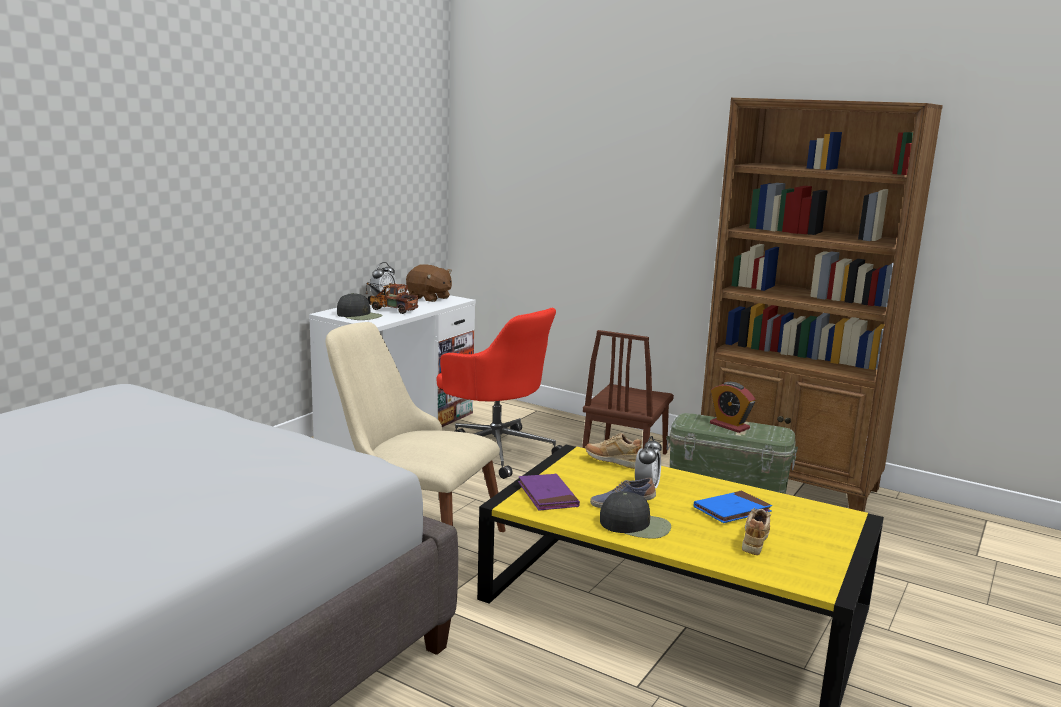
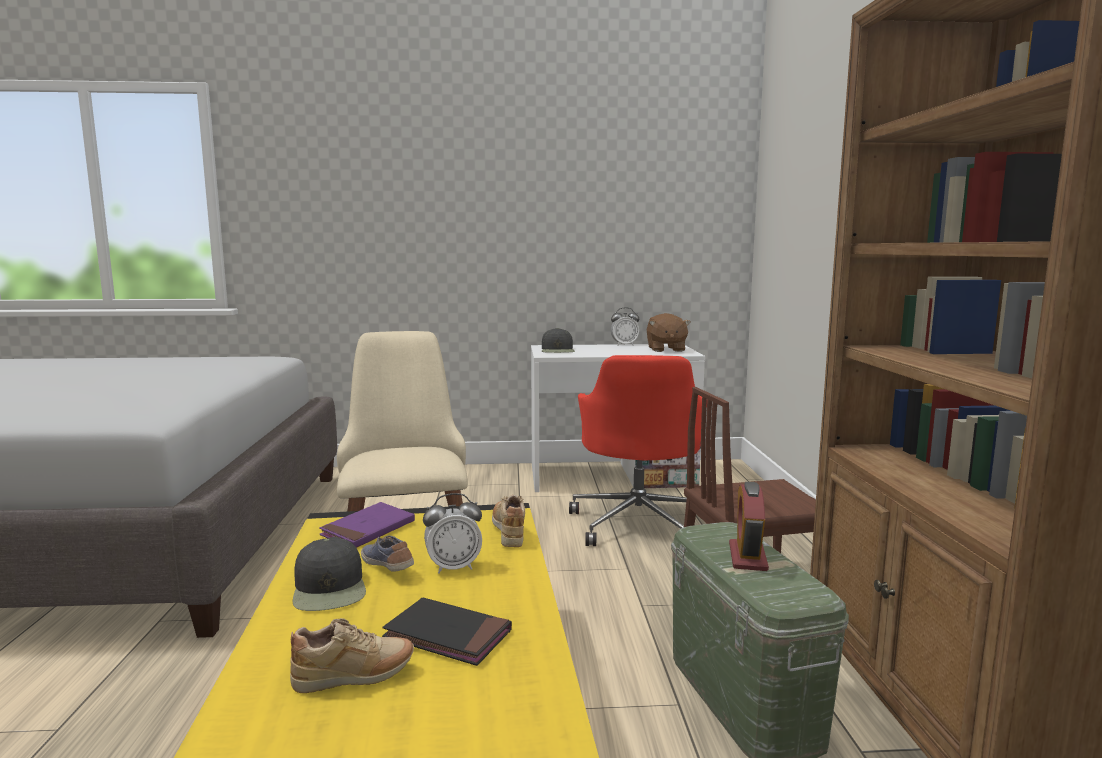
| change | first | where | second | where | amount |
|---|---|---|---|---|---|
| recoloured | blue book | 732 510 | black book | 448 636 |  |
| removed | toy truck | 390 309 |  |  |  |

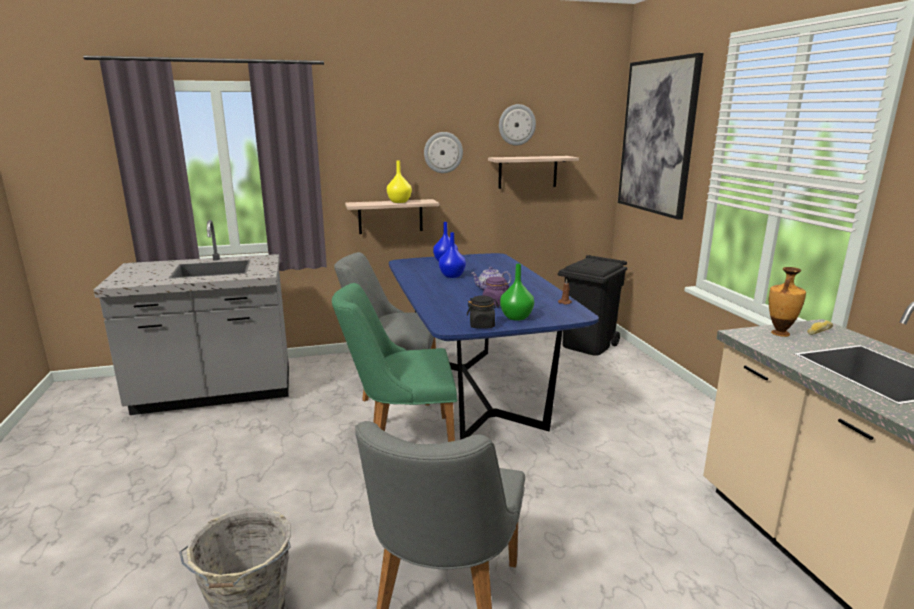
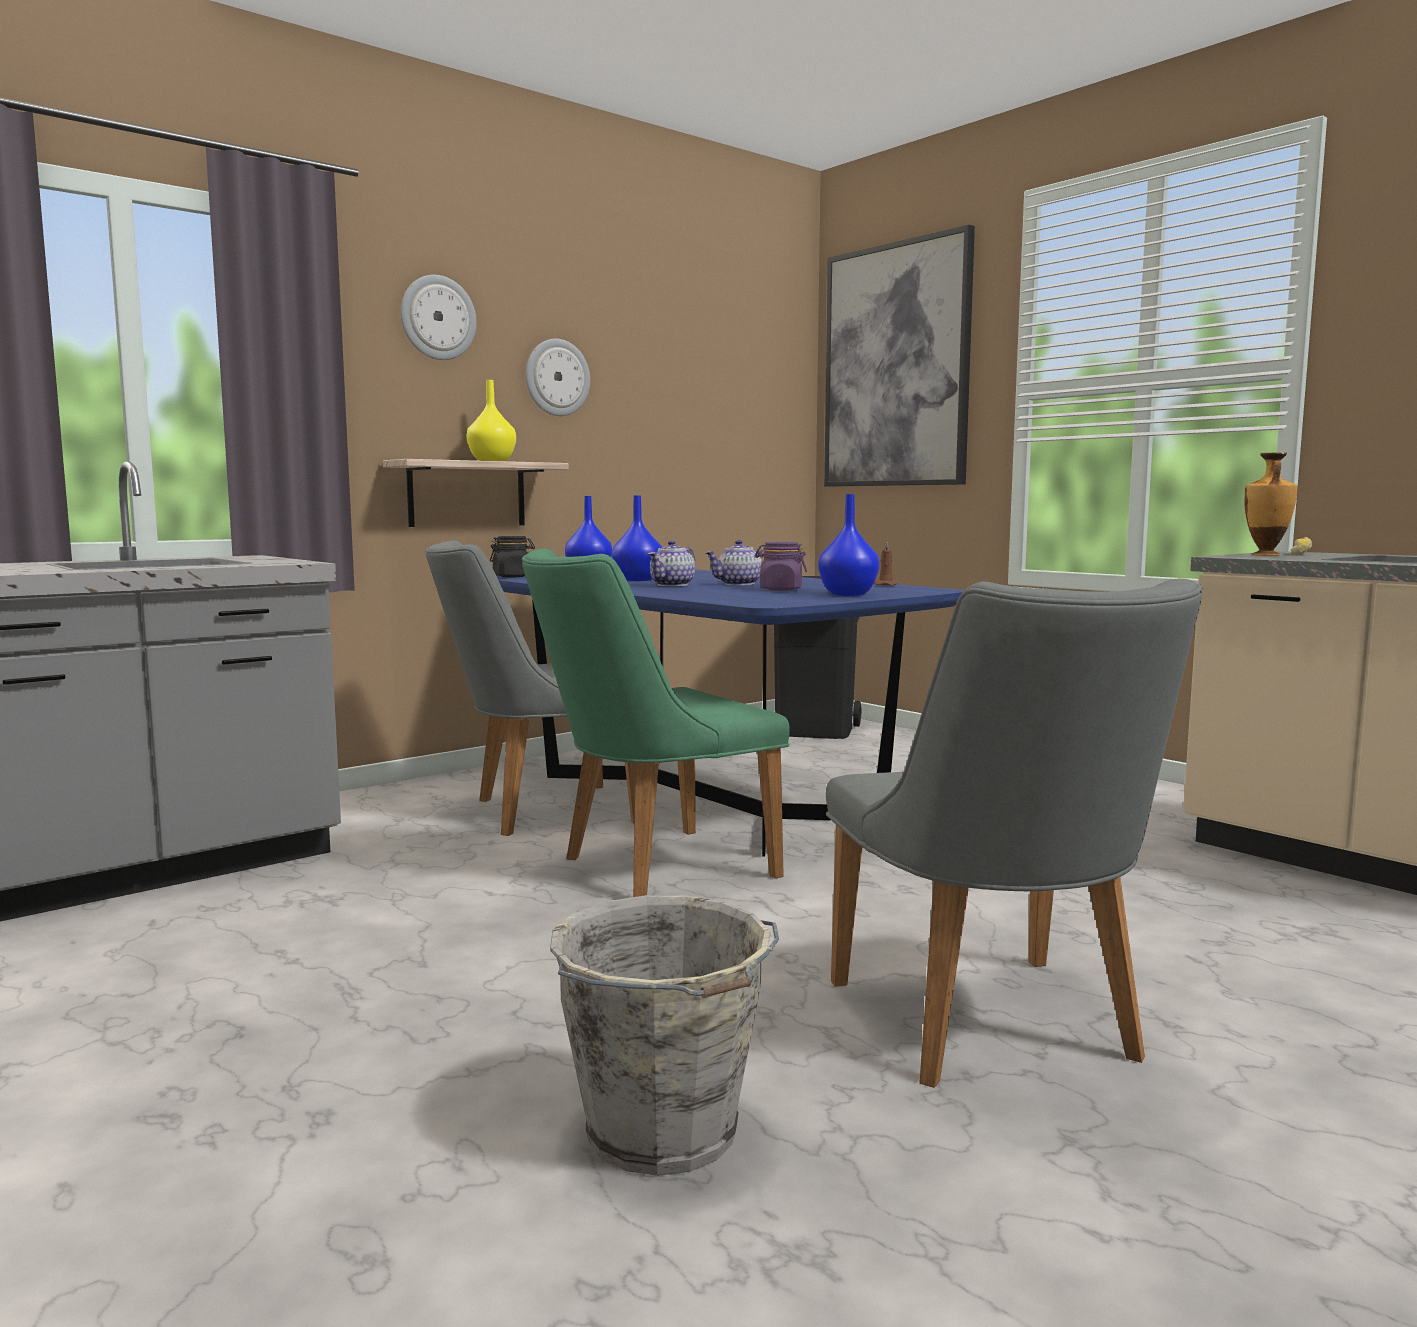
| change | first | where | second | where | amount |
|---|---|---|---|---|---|
| moved | wall clock | 516 125 |  | 438 318 |  |
| moved | black jar | 482 325 |  | 513 576 |  |
| added |  |  | teapot | 672 585 |  |
| recoloured | green vase | 515 317 | blue vase | 847 594 |  |
| removed | shelf | 527 172 |  |  |  |

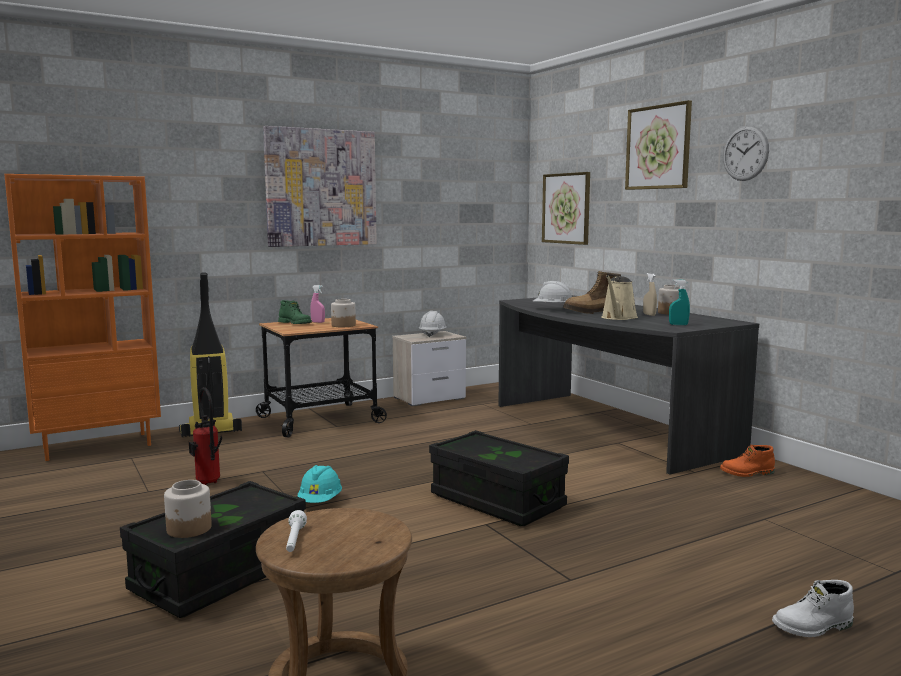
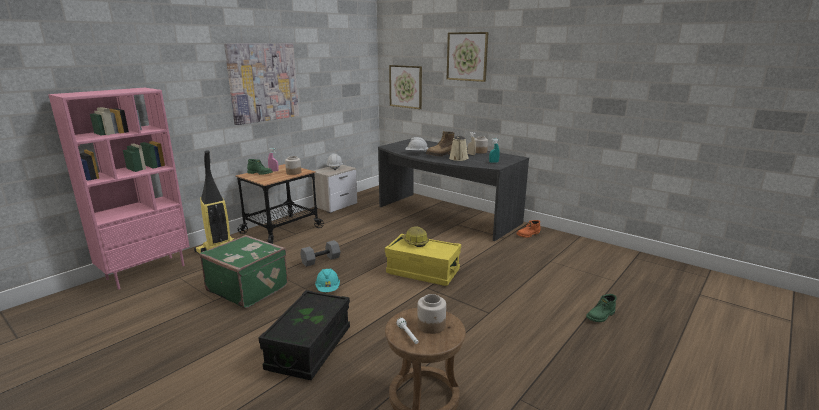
| change | first | where | second | where | amount |
|---|---|---|---|---|---|
| recoloured | orange bookcase | 98 446 | pink bookcase | 146 271 |  |
| replaced | fire extinguisher | 208 483 | green suitcase | 249 288 |  |
| added |  |  | grey dumbbell | 321 260 |  |
| recoloured | black storage box | 497 501 | yellow storage box | 423 272 |  |
| added |  |  | hard hat | 414 242 |  |
| moved | jar | 189 529 |  | 431 325 |  |
| recoloured | white boot | 813 627 | green boot | 601 316 |  |
| removed | wall clock | 745 153 |  |  |  |

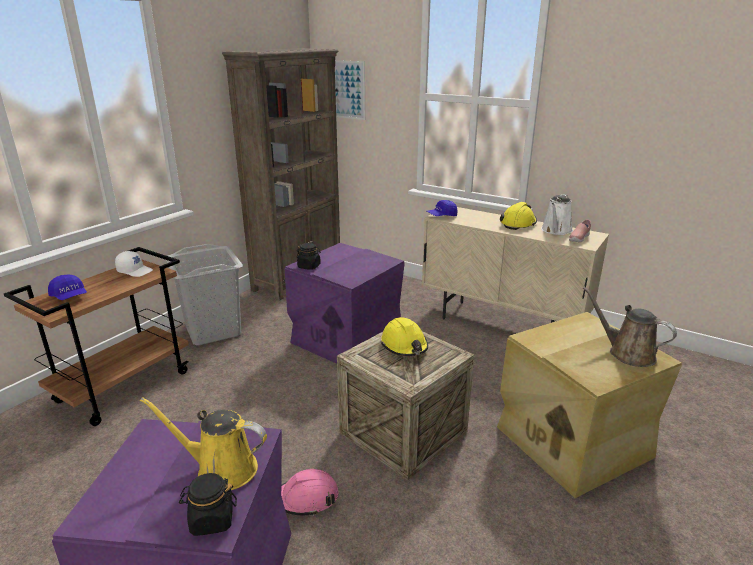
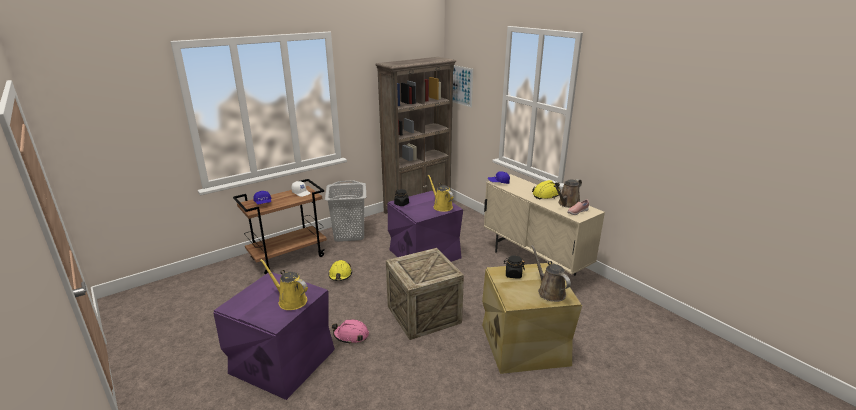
| change | first | where | second | where | amount |
|---|---|---|---|---|---|
| moved | yellow hard hat | 404 346 |  | 340 275 |  |
| added |  |  | yellow watering can | 441 206 |  |
| moved | black jar | 211 520 |  | 513 274 |  |
| recoloured | white watering can | 556 231 | brown watering can | 567 204 |  |

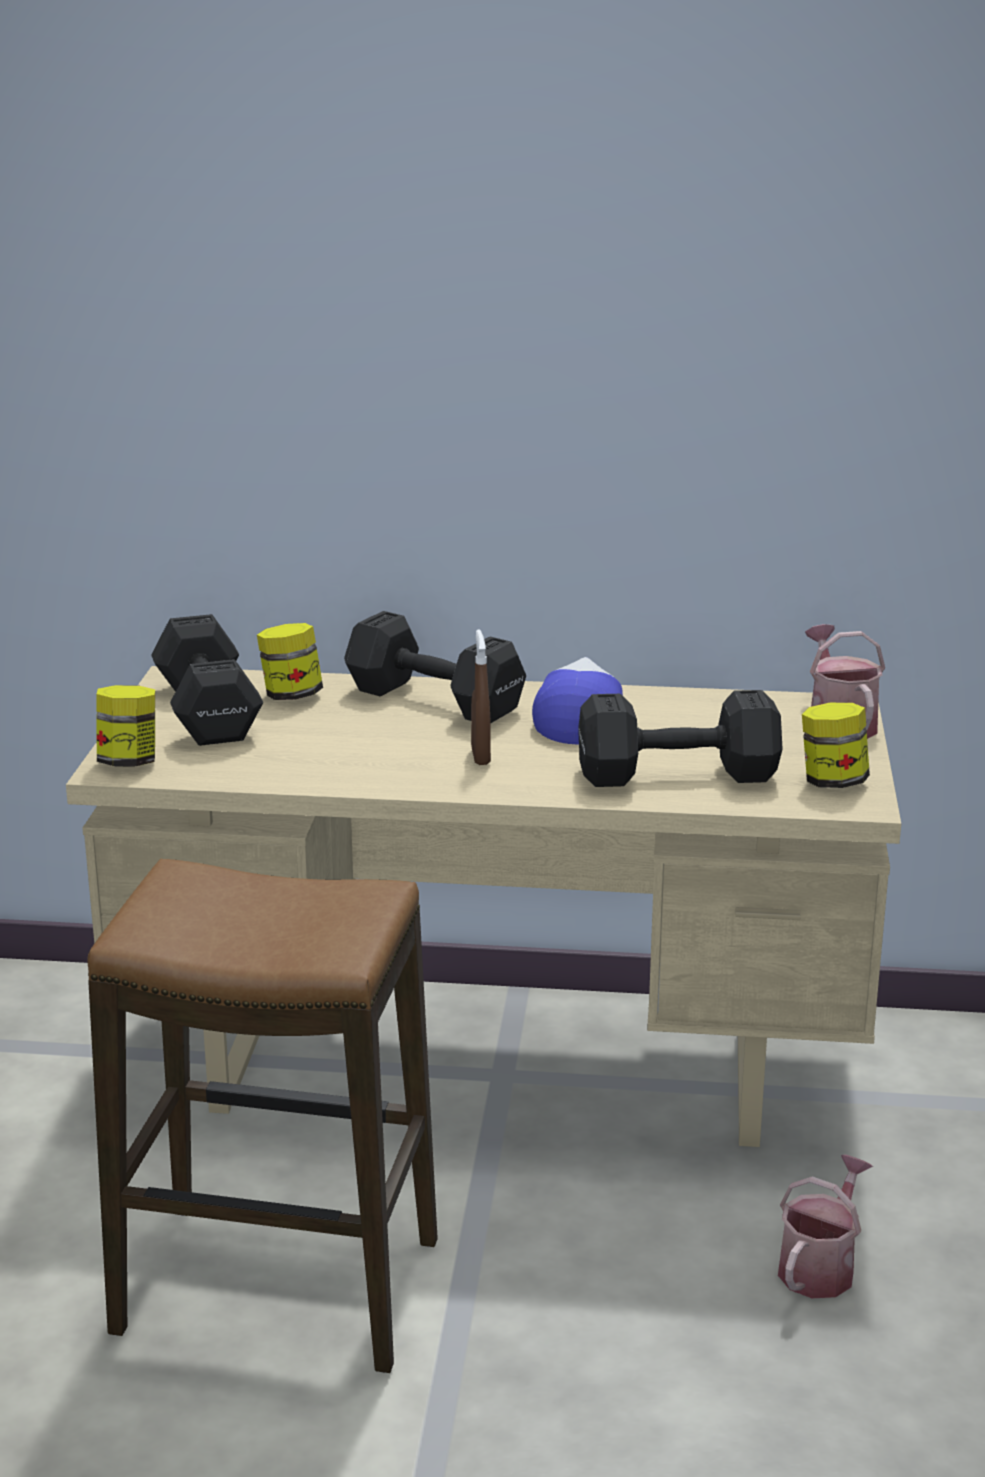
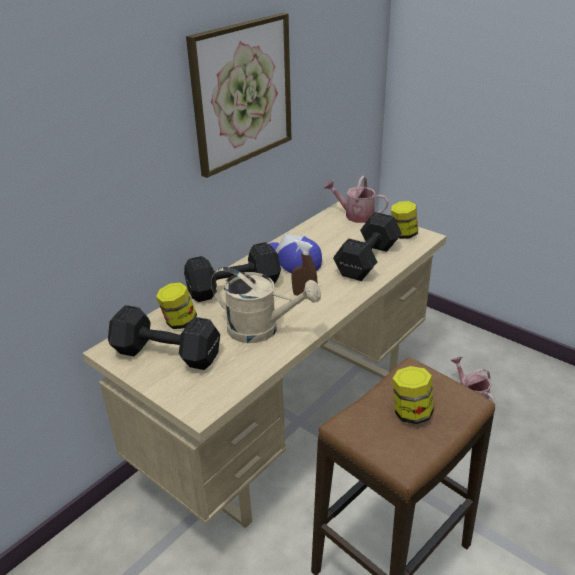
| change | first | where | second | where | amount |
|---|---|---|---|---|---|
| added |  |  | picture | 242 93 |  |
| added |  |  | beige watering can | 262 330 |  |
| moved | jar | 129 762 |  | 411 413 |  |

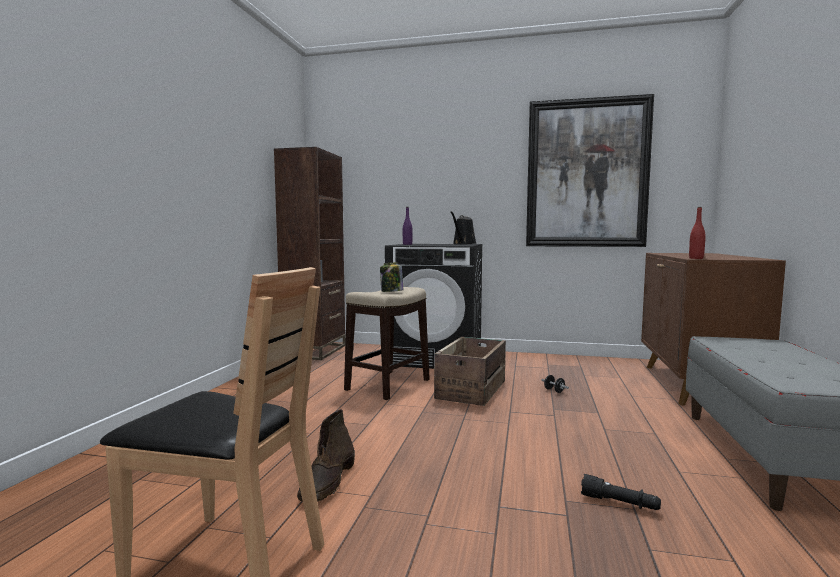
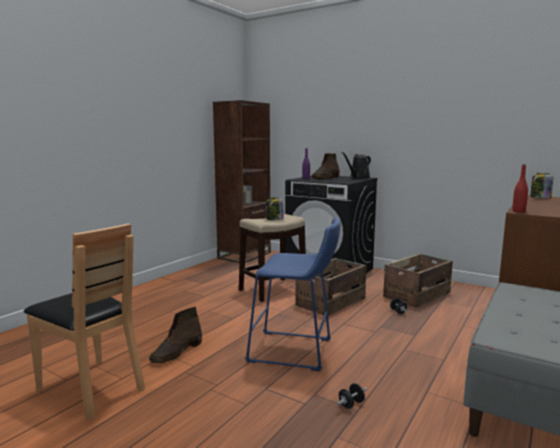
| change | first | where | second | where | amount |
|---|---|---|---|---|---|
| added |  |  | blue stool | 295 351 |  |
| added |  |  | brown boot | 325 178 |  |
| replaced | black flashlight | 619 503 | black dumbbell | 351 404 |  |
| added |  |  | crate | 418 295 |  |
| added |  |  | jar | 540 198 |  |
| removed | picture | 586 174 |  |  |  |

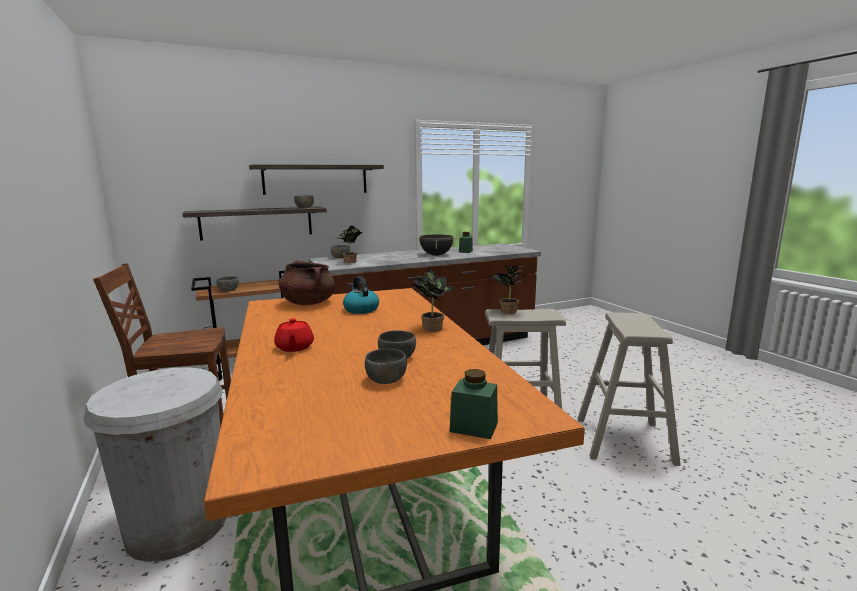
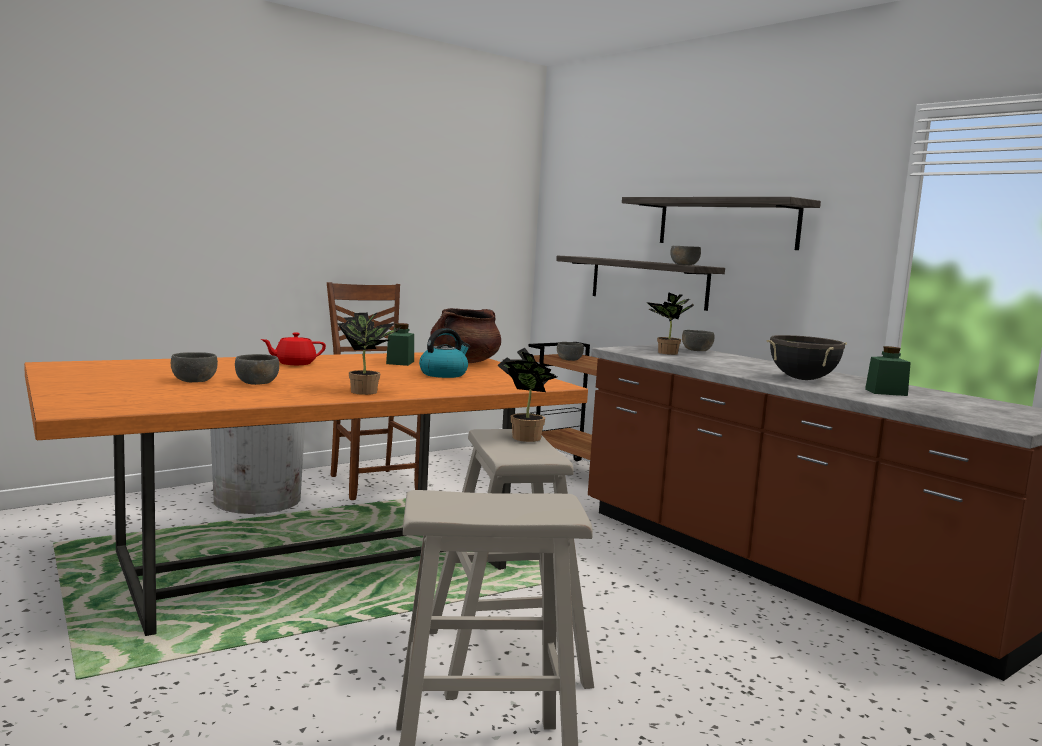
| change | first | where | second | where | amount |
|---|---|---|---|---|---|
| moved | green jar | 474 427 |  | 400 362 |  |

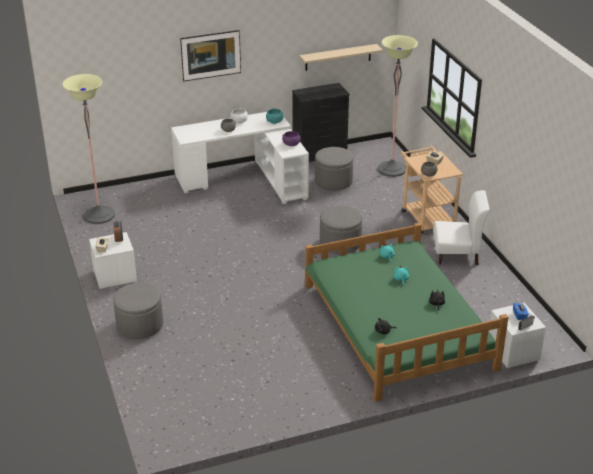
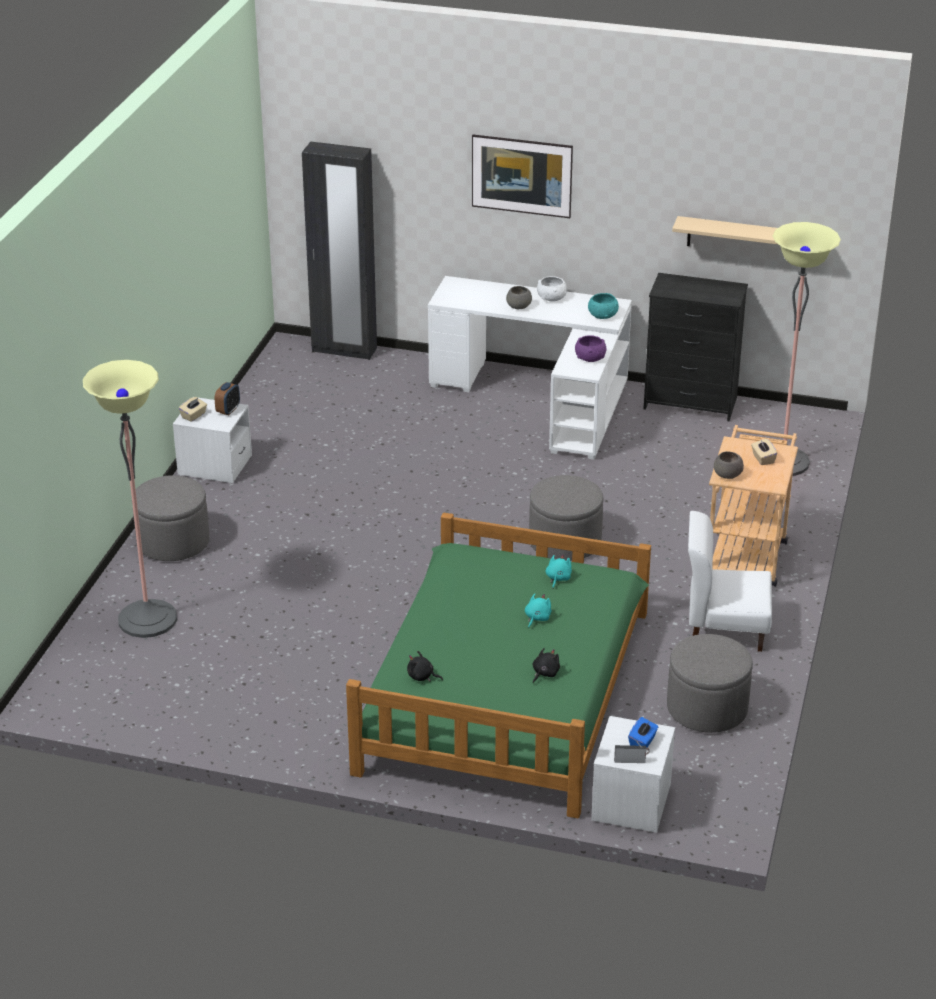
| change | first | where | second | where | amount |
|---|---|---|---|---|---|
| moved | floor lamp | 99 215 |  | 147 619 |  |
| added |  |  | black wardrobe | 344 350 |  |
| moved | grey ottoman | 333 182 |  | 707 708 |  |
| turned | white chair | 457 254 |  | 724 629 | 150 degrees clockwise |

